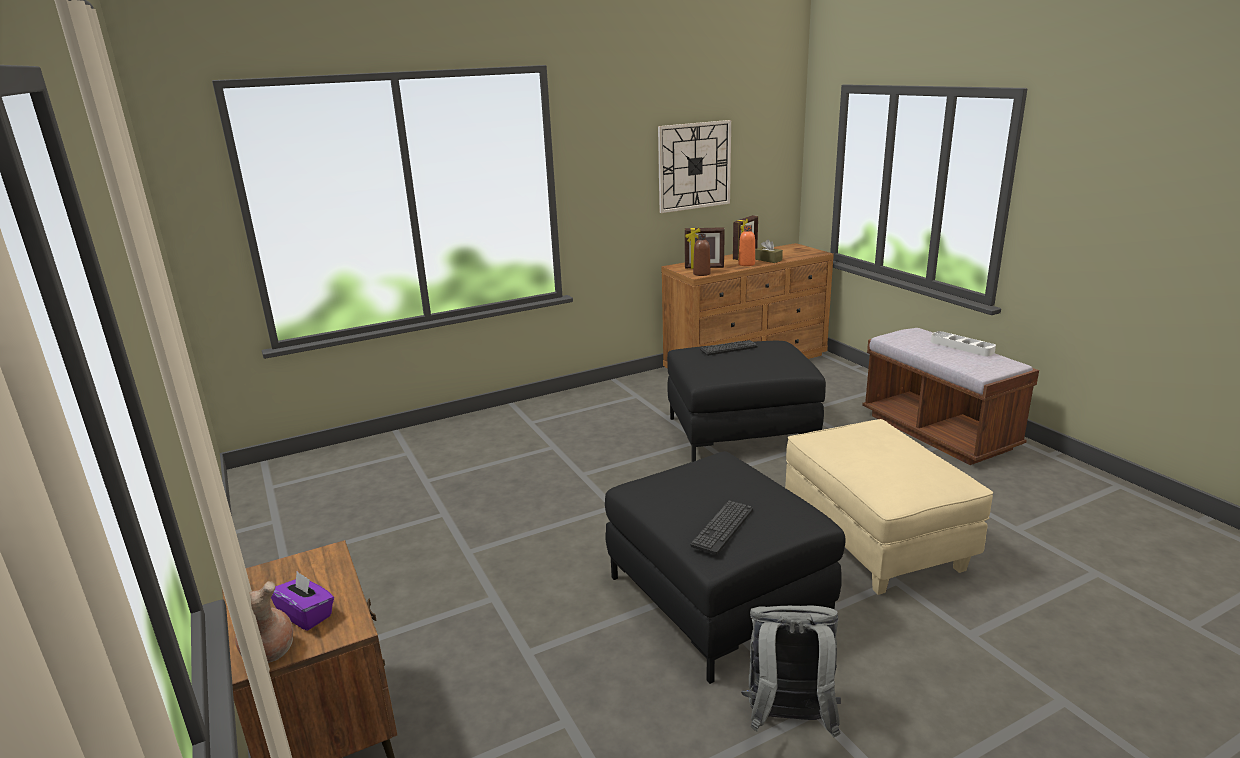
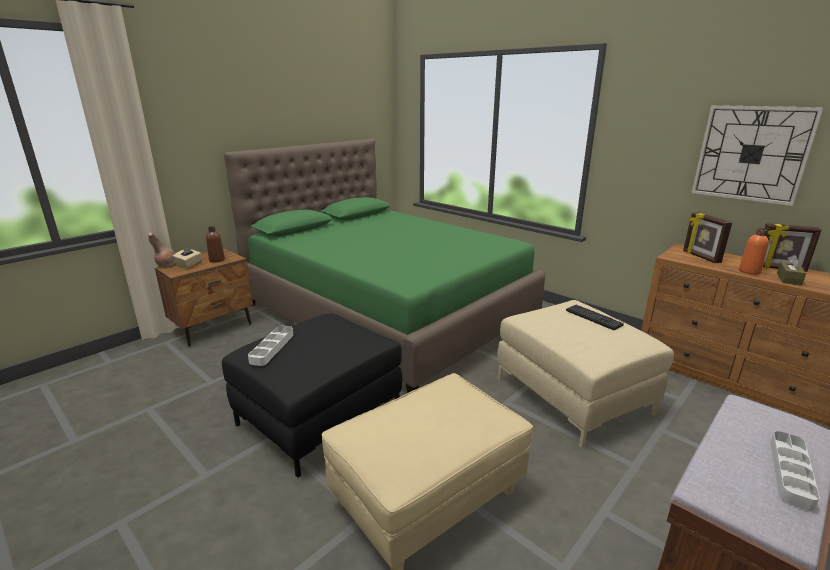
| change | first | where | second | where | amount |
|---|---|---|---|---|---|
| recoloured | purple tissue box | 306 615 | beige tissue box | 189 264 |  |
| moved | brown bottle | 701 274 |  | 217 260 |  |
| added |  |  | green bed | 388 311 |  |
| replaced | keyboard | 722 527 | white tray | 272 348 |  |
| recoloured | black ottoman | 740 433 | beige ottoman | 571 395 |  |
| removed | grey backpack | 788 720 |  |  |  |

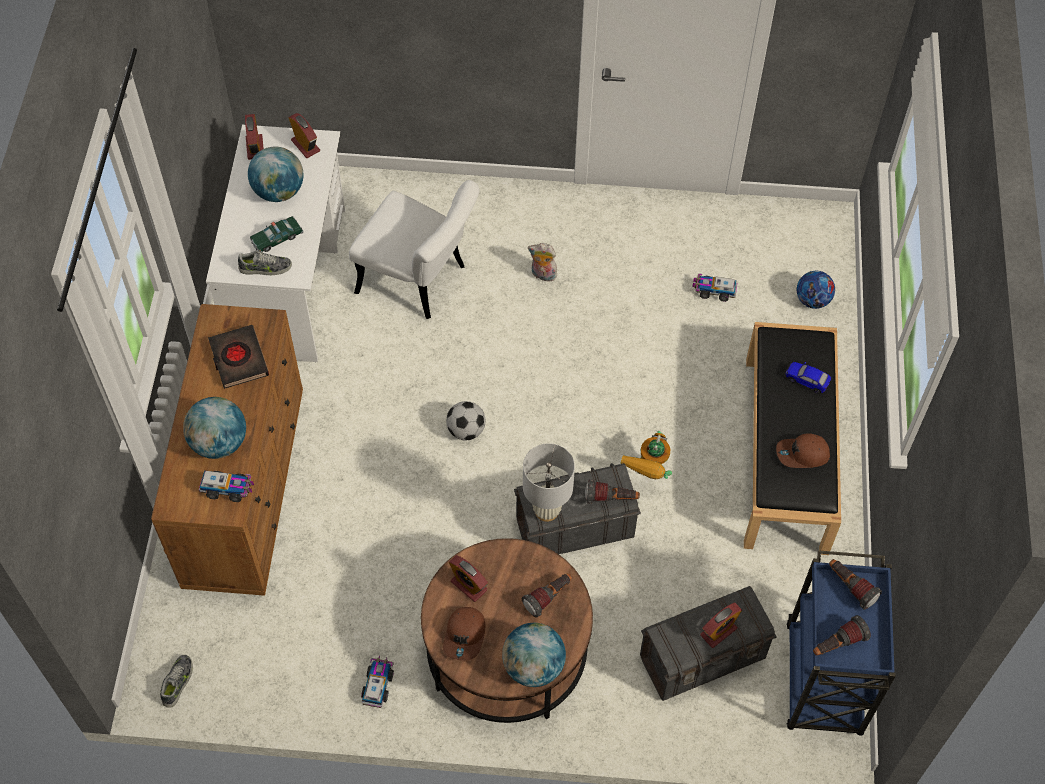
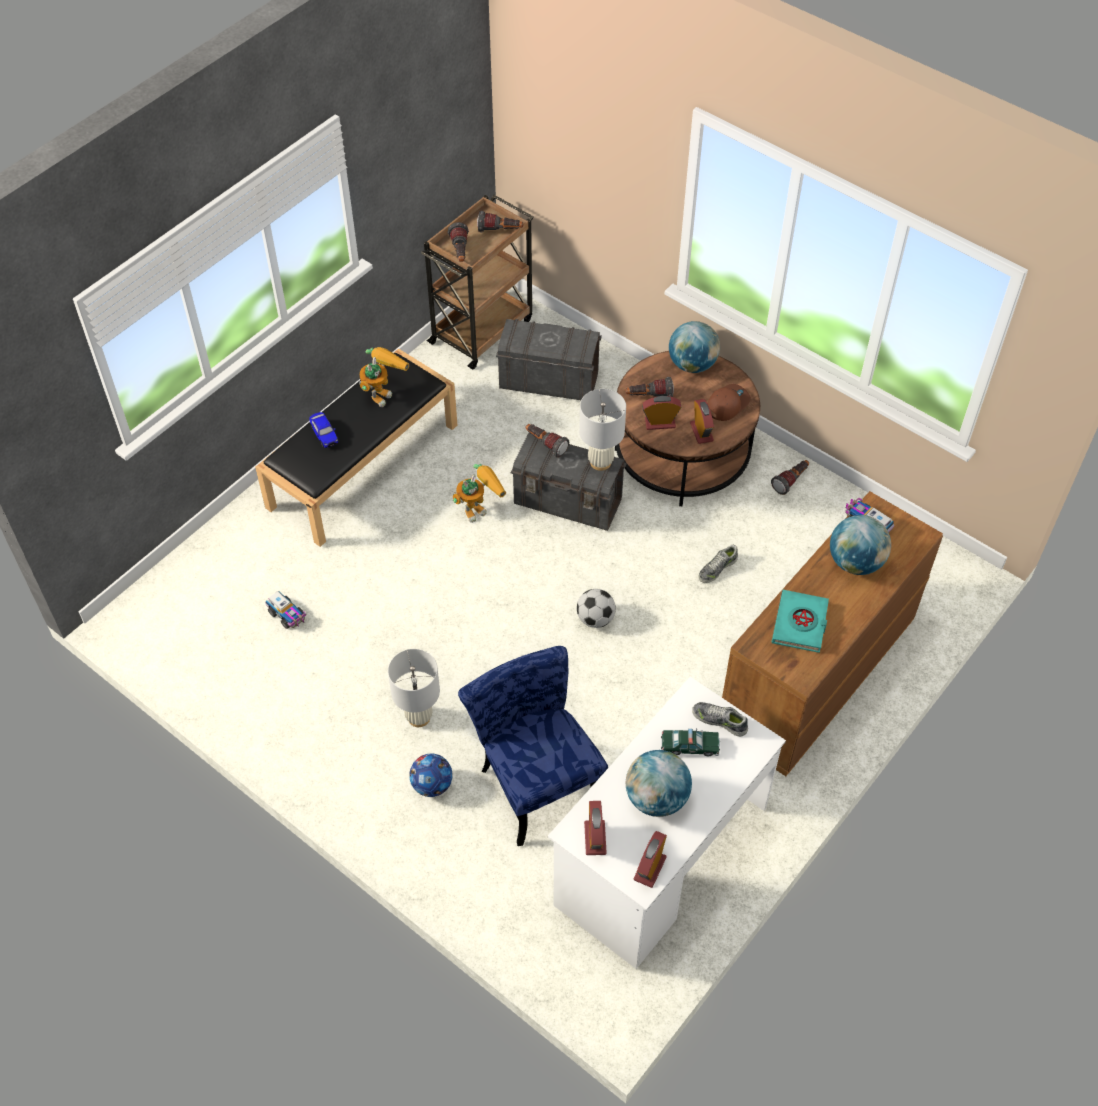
| change | first | where | second | where | amount |
|---|---|---|---|---|---|
| replaced | brown cap | 802 455 | toy robot | 382 391 |  |
| replaced | plush toy | 542 275 | white table lamp | 418 717 |  |
| moved | football | 812 300 |  | 432 785 |  |
| recoloured | blue cart | 823 682 | brown cart | 482 330 |  |
| recoloured | white chair | 420 281 | blue chair | 535 779 |  |
| moved | alarm clock | 718 631 |  | 660 423 |  |
| moved | shoe | 178 682 |  | 717 568 |  |
| replaced | toy truck | 378 684 | flashlight | 791 481 |  |
| recoloured | black book | 238 359 | turquoise book | 800 624 |  |

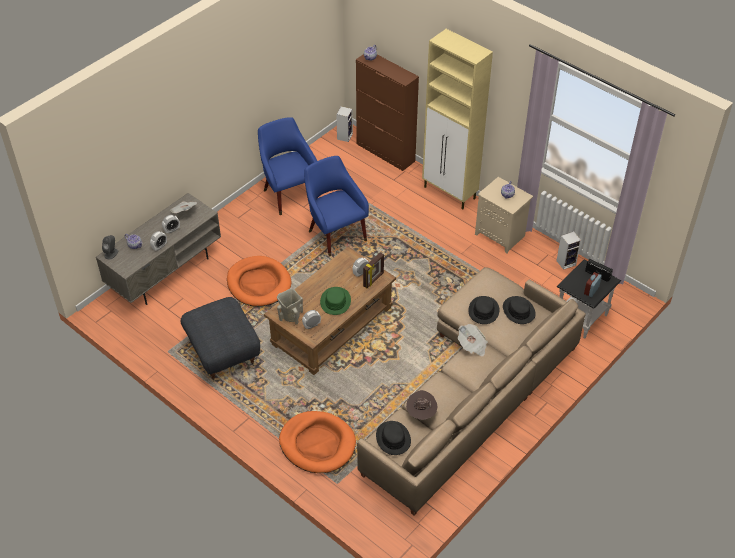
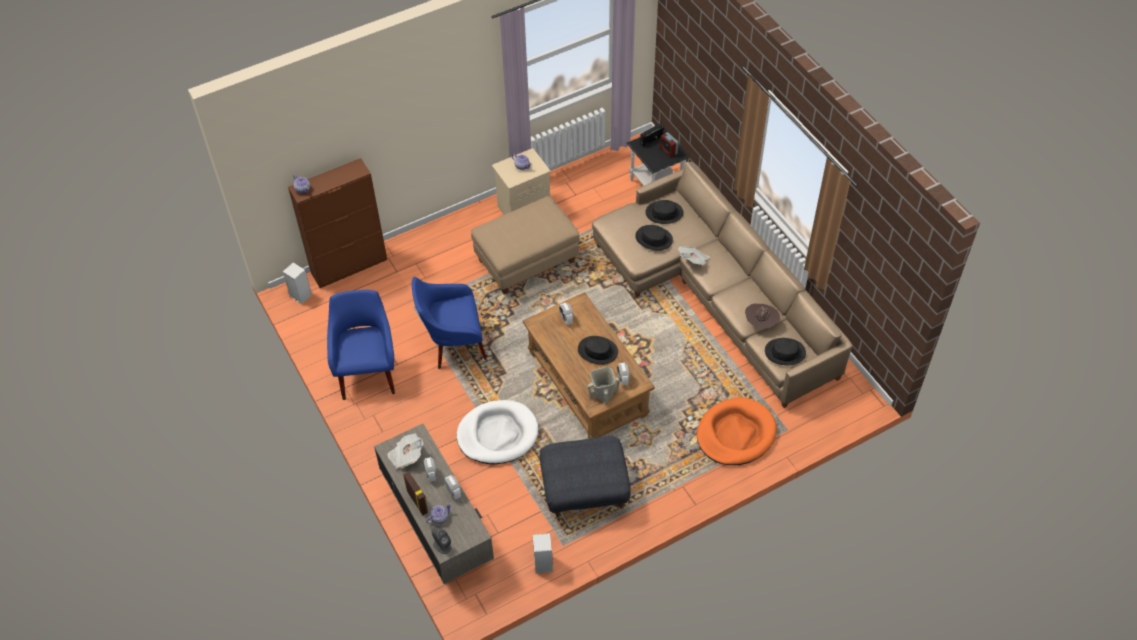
| change | first | where | second | where | amount |
|---|---|---|---|---|---|
| turned | blue armchair | 289 193 |  | 367 372 | 90 degrees clockwise |
| moved | picture frame | 373 280 |  | 418 501 |  |
| recoloured | orange dog bed | 259 283 | white dog bed | 497 434 |  |
| added |  |  | beige ottoman | 527 260 |  |
| moved | speaker | 566 262 |  | 542 563 |  |
| recoloured | green hat | 335 301 | black hat | 598 350 |  |
| removed | beige cabinet | 450 193 |  |  |  |

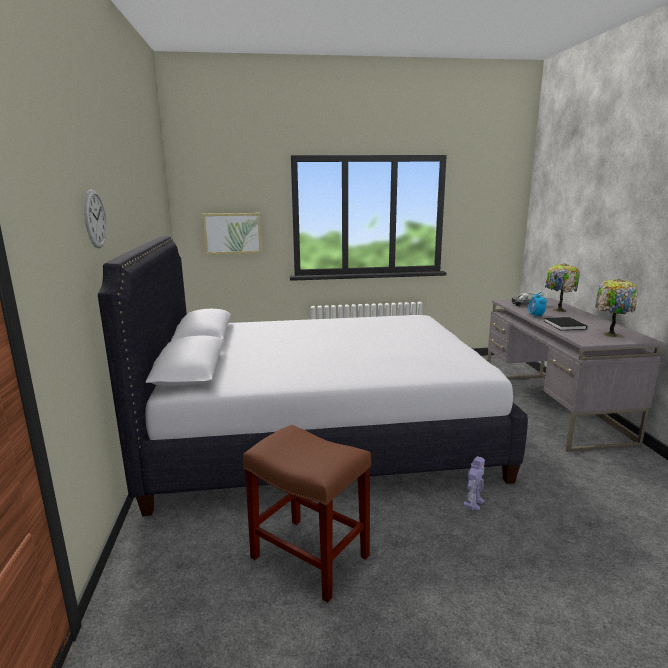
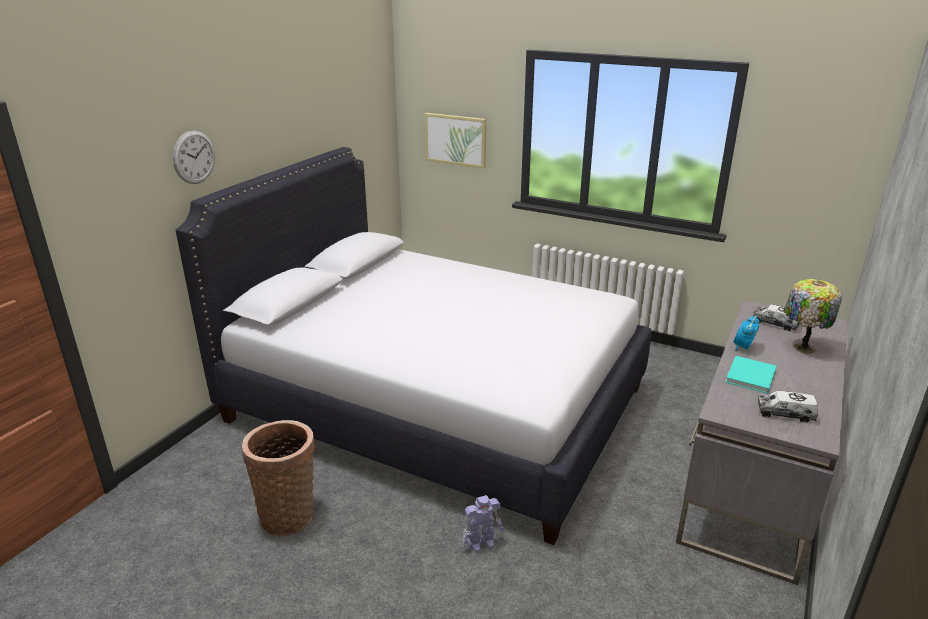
| change | first | where | second | where | amount |
|---|---|---|---|---|---|
| replaced | brown stool | 308 556 | basket | 288 514 |  |
| recoloured | black book | 565 325 | turquoise book | 750 377 |  |
| replaced | table lamp | 610 334 | toy truck | 785 413 |  |

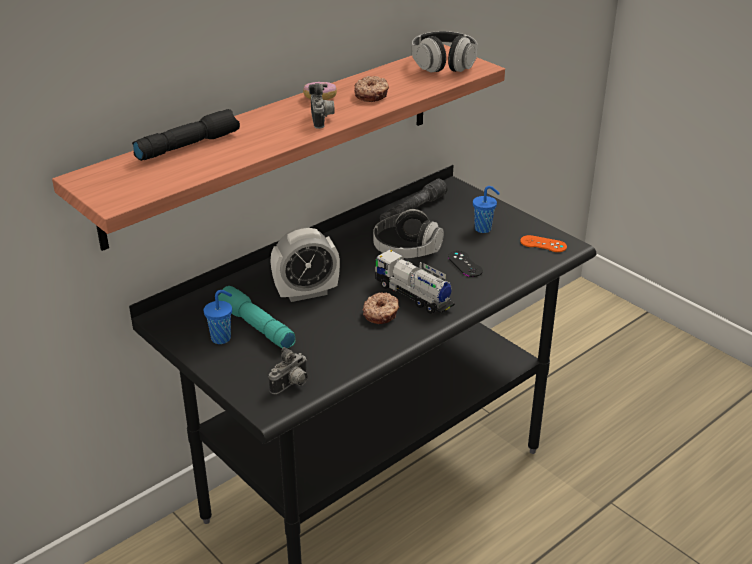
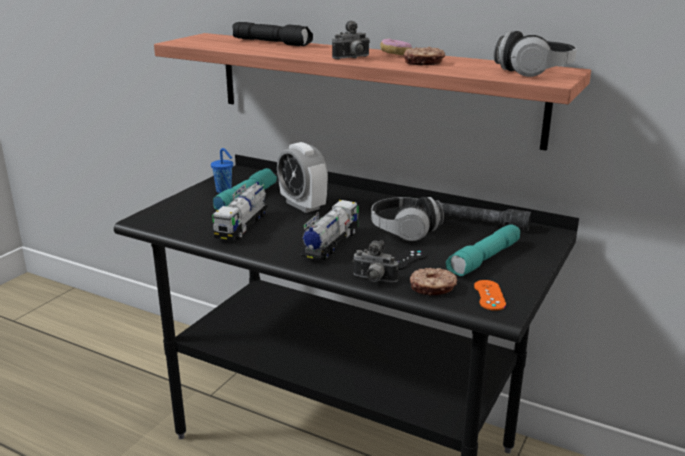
| change | first | where | second | where | amount |
|---|---|---|---|---|---|
| added |  |  | toy truck | 242 226 |  |
| moved | photo camera | 292 385 |  | 373 280 |  |
| moved | donut | 381 313 |  | 432 288 |  |
| replaced | blue cup | 484 229 | turquoise flashlight | 485 259 |  |

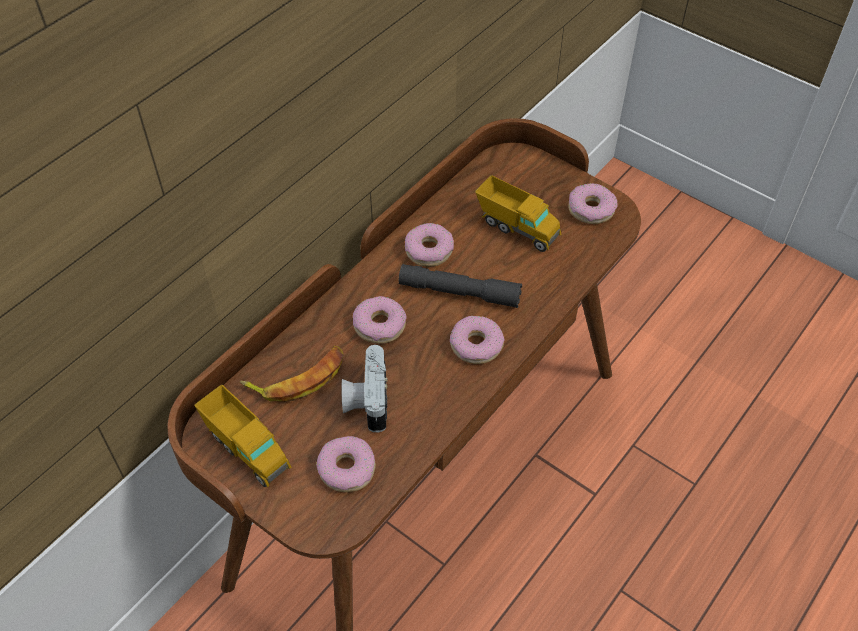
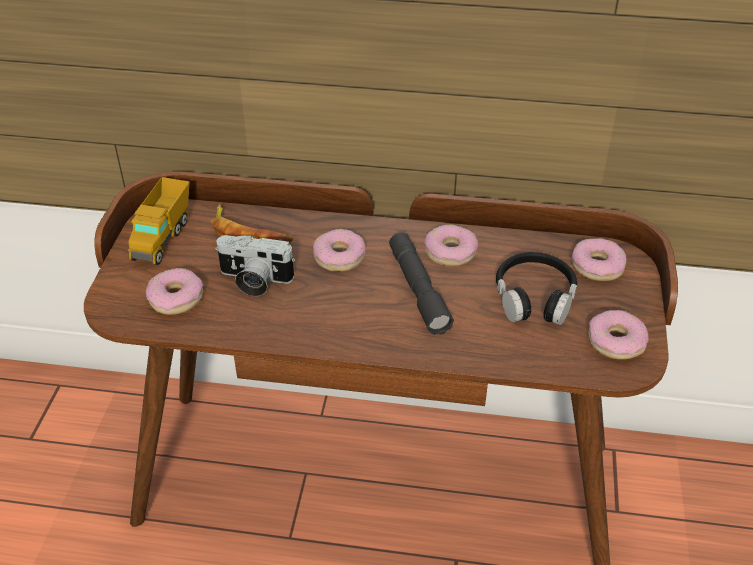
| change | first | where | second | where | amount |
|---|---|---|---|---|---|
| turned | photo camera | 366 399 |  | 254 281 | 135 degrees counterclockwise |
| replaced | toy truck | 517 228 | black headphones | 534 297 |  |
| moved | donut | 476 345 |  | 597 266 |  |

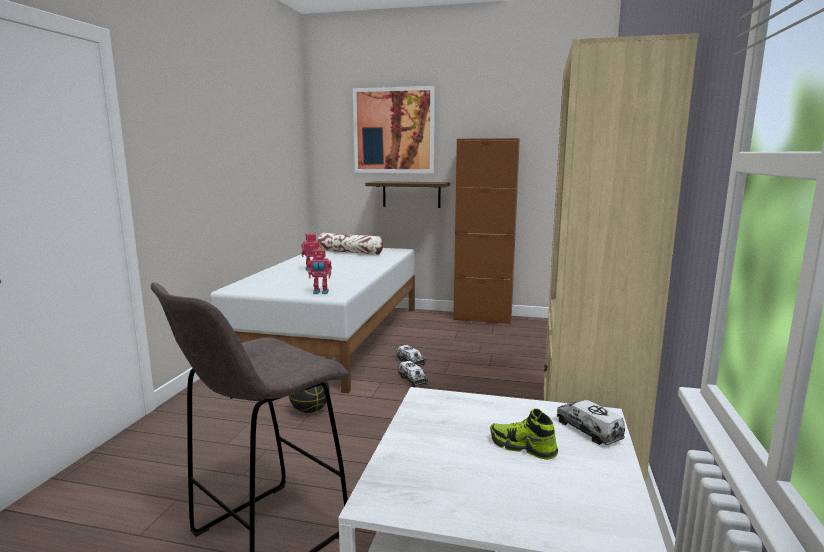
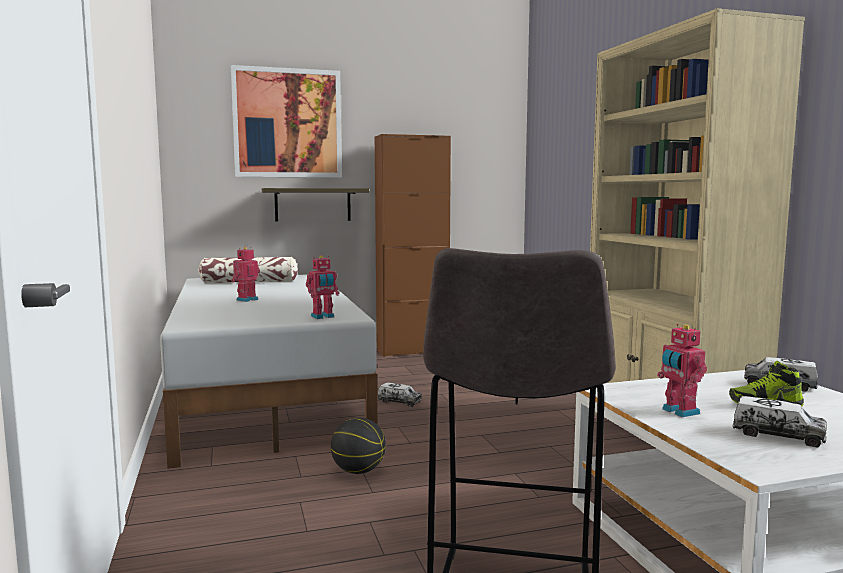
| change | first | where | second | where | amount |
|---|---|---|---|---|---|
| added |  |  | toy robot | 679 412 |  |
| moved | toy truck | 412 380 |  | 778 435 |  |

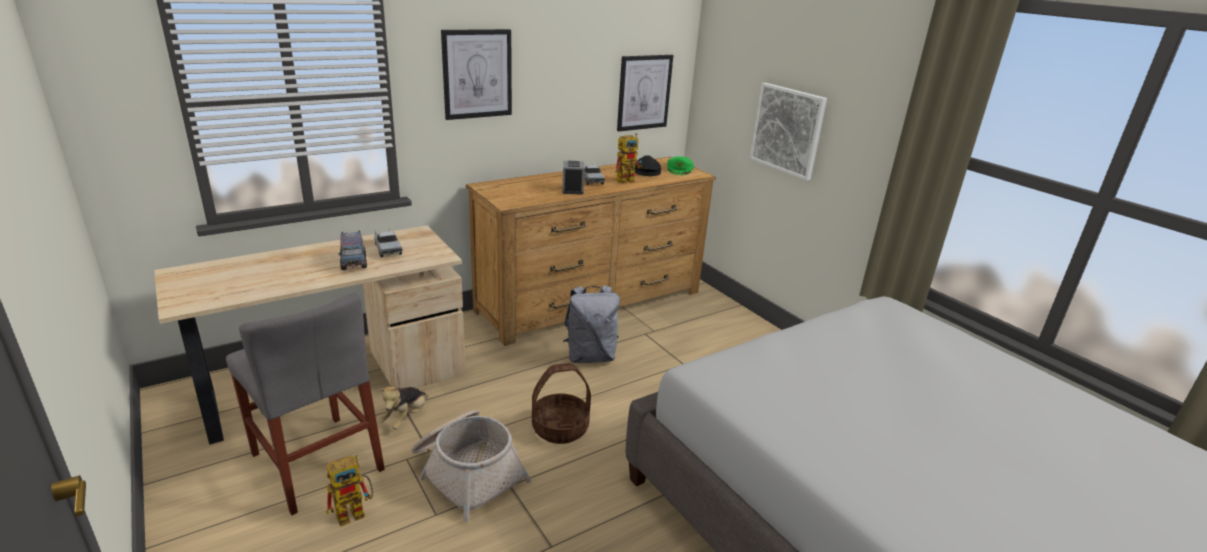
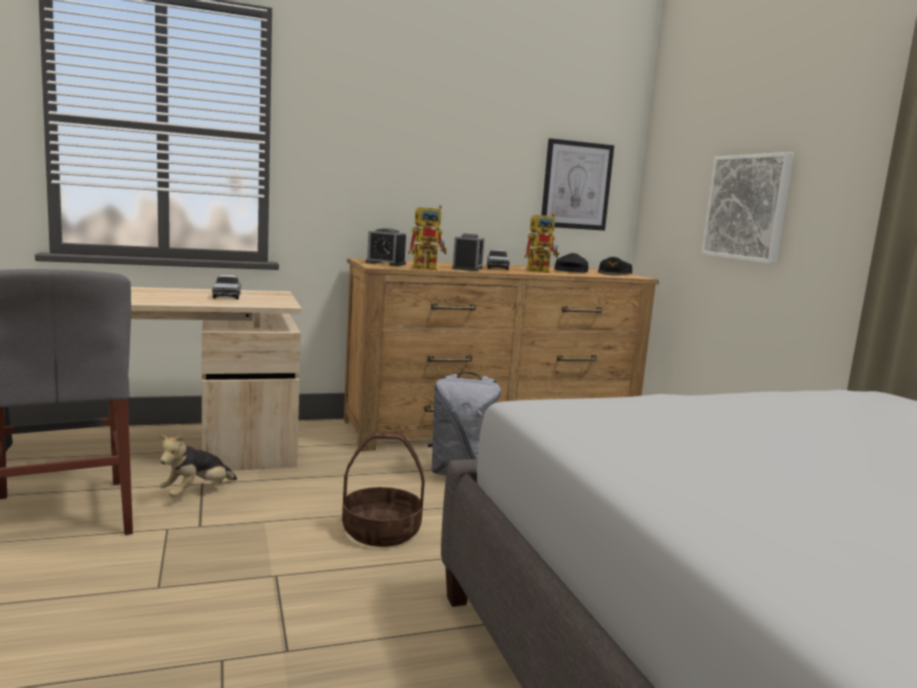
| change | first | where | second | where | amount |
|---|---|---|---|---|---|
| added |  |  | alarm clock | 385 263 |  |
| moved | toy robot | 356 511 |  | 429 269 |  |
| recoloured | green cap | 679 169 | black cap | 614 273 |  |
| removed | toy truck | 353 263 |  |  |  |
| removed | basket | 467 472 |  |  |  |
| removed | picture | 477 74 |  |  |  |

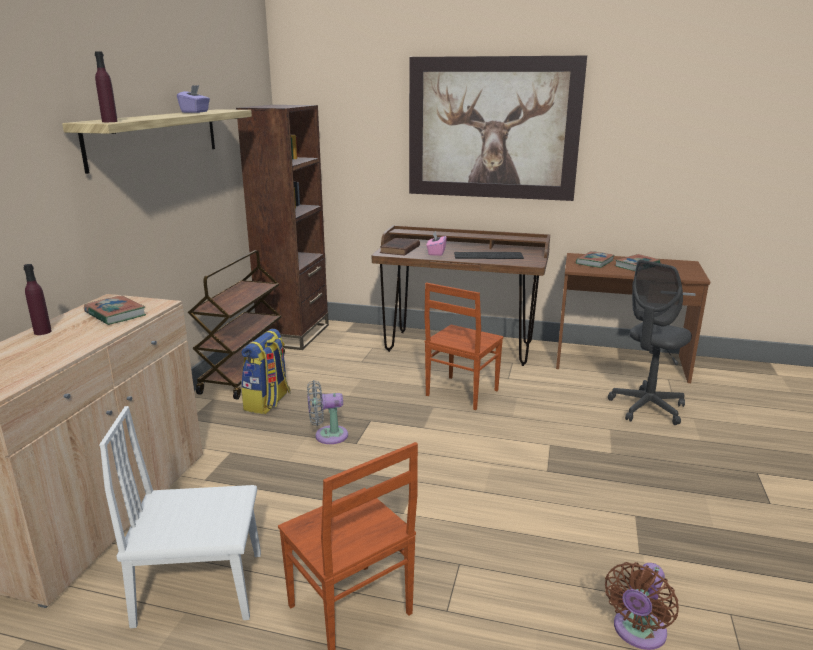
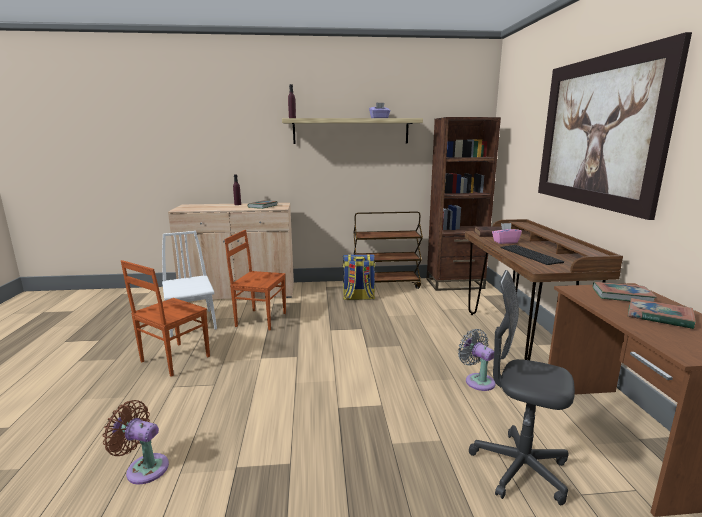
| change | first | where | second | where | amount |
|---|---|---|---|---|---|
| moved | brown chair | 460 393 |  | 260 319 |  |
| moved | grey fan | 327 436 |  | 477 380 |  |

